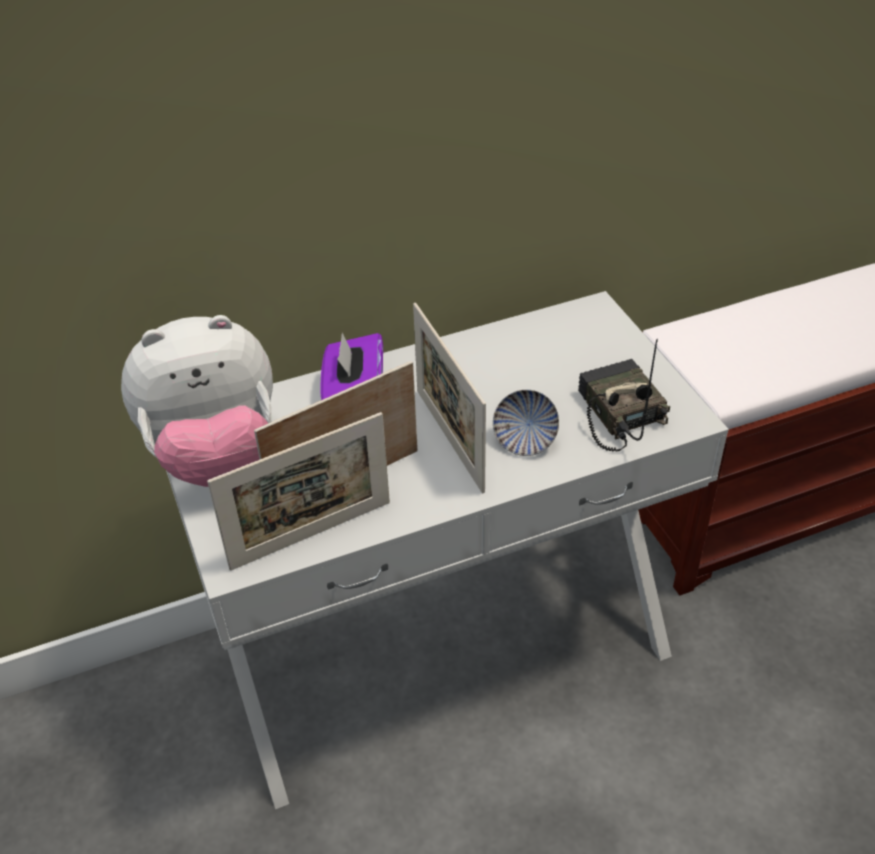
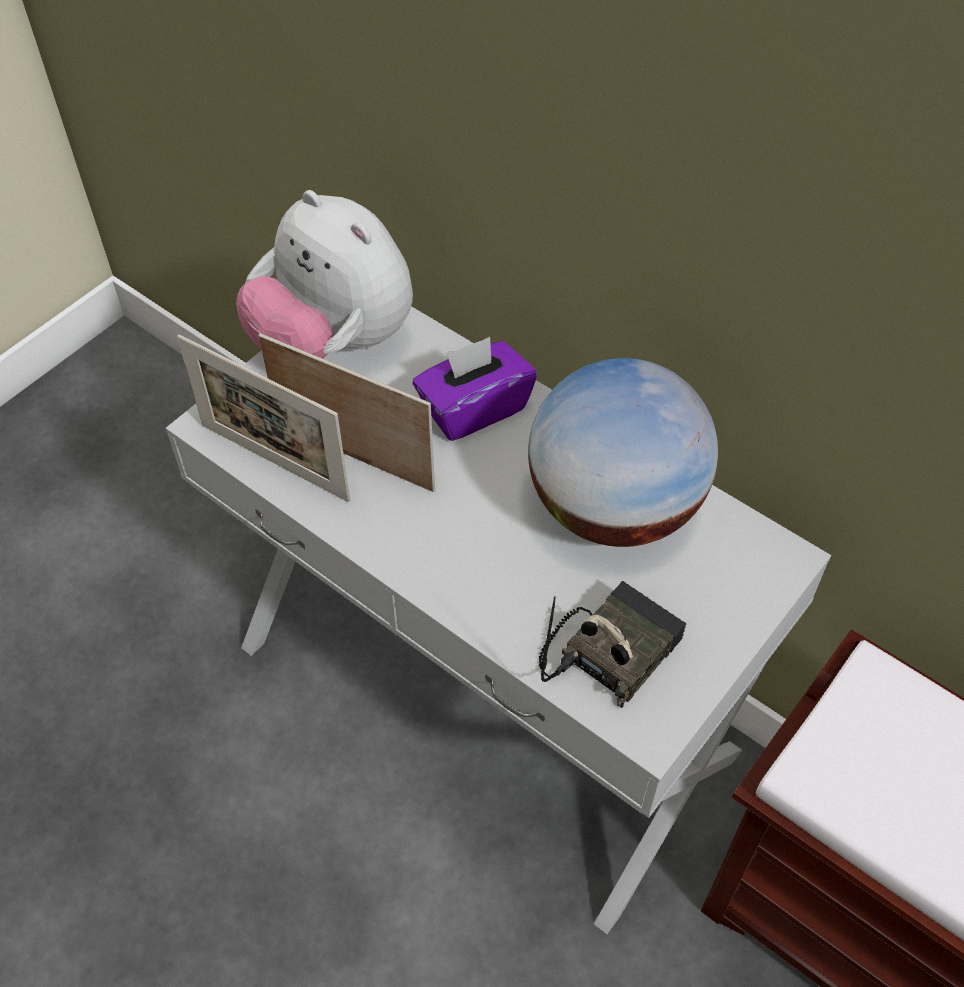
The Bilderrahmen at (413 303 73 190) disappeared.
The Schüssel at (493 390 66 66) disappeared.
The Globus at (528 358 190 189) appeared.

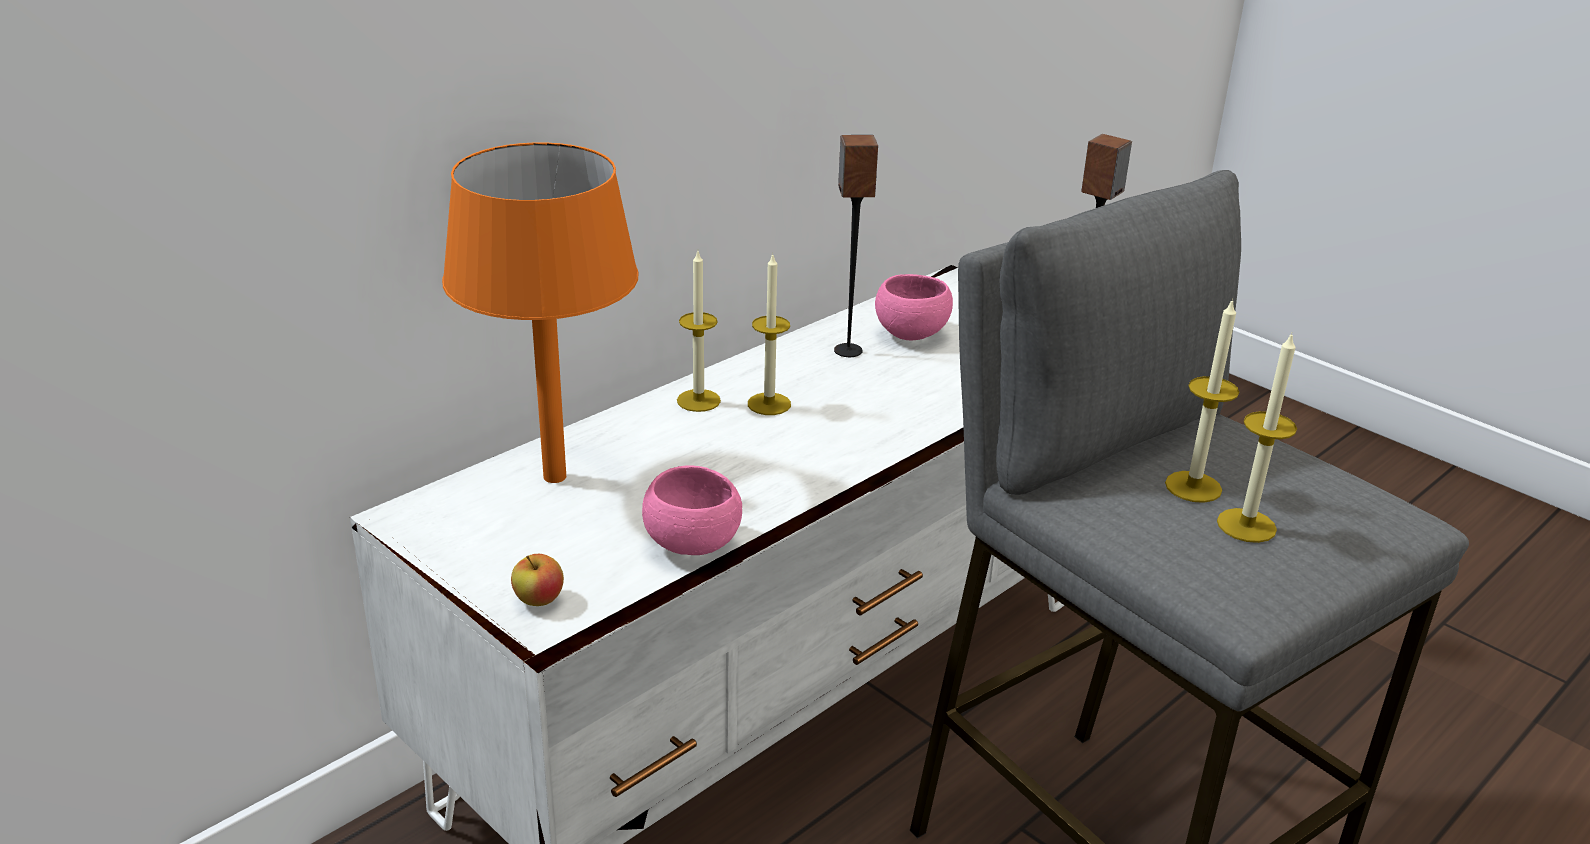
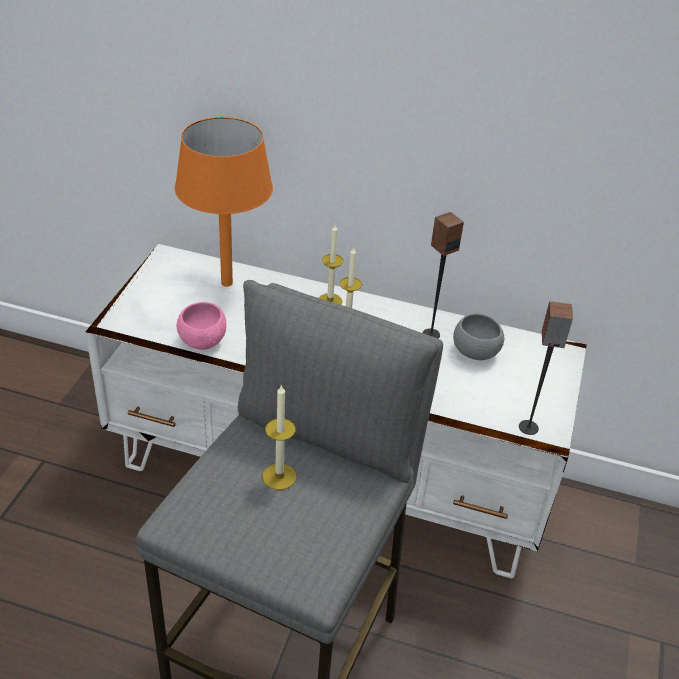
The Apfel at (511 554 53 52) disappeared.
The Kerze at (1217 332 80 211) disappeared.
The Schüssel/rosa at (875 274 78 66) became the Schüssel/grau at (453 313 51 47).

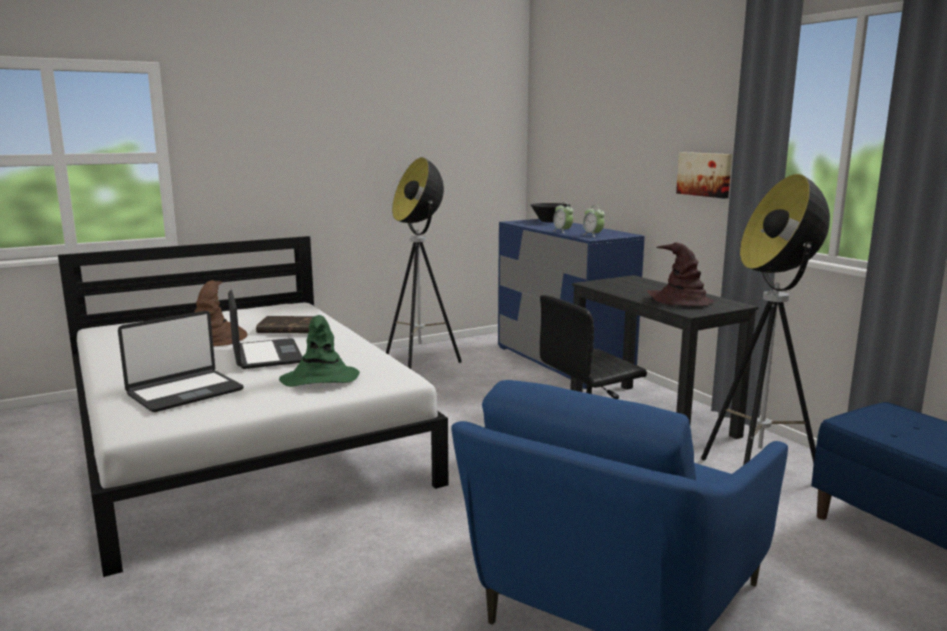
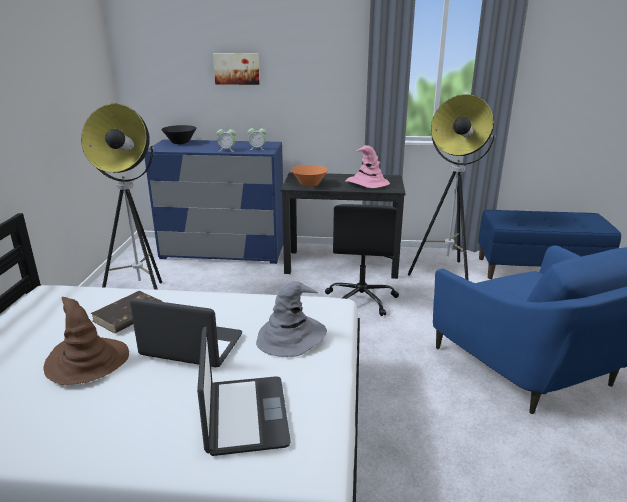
The Schüssel/orange at (291 165 37 22) appeared.
The Bild moved from (676 152 56 47) to (213 53 47 32).
The Hut/grün at (279 315 81 72) became the Hut/grau at (256 281 71 76).
The Hut/braun at (647 242 67 64) became the Hut/rosa at (346 145 44 43).

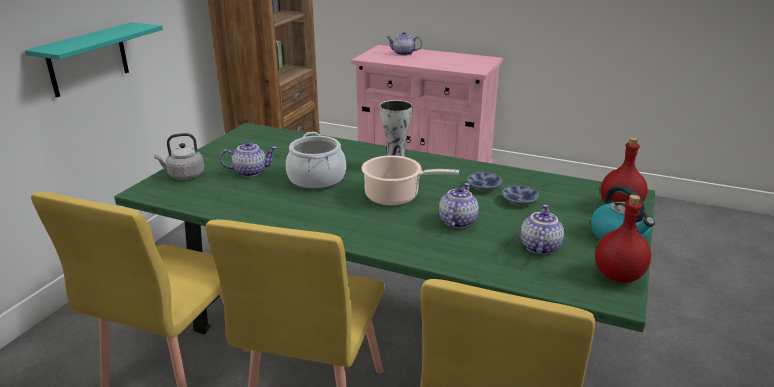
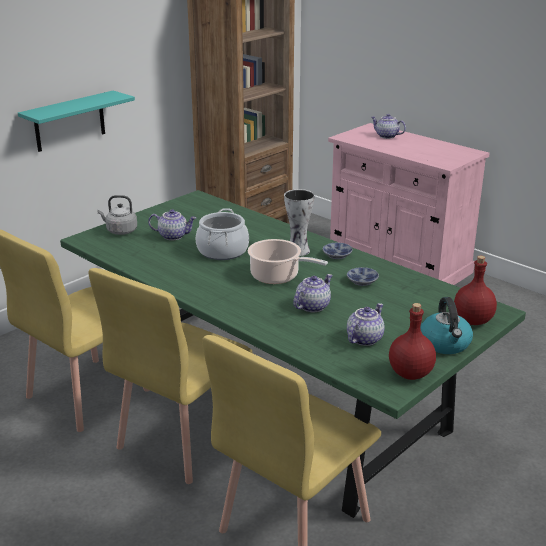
The Schüssel moved from (502 185 37 21) to (323 242 30 17).

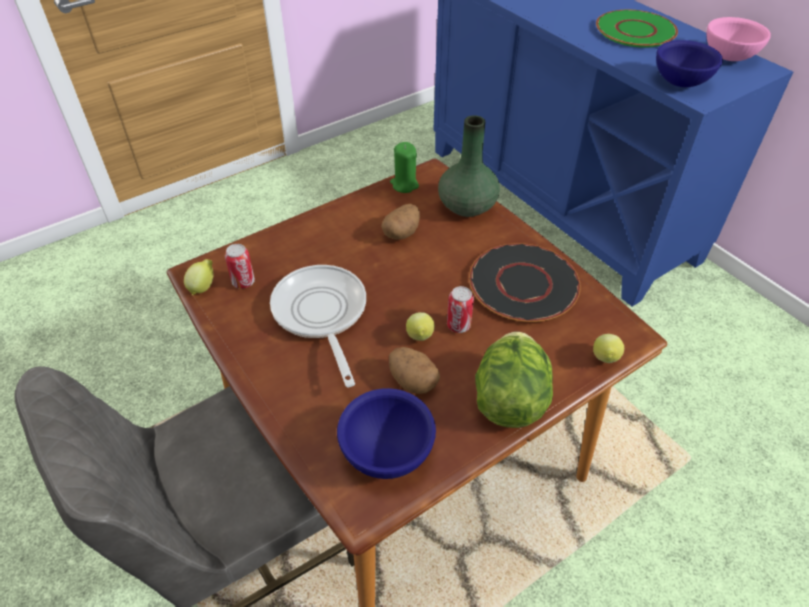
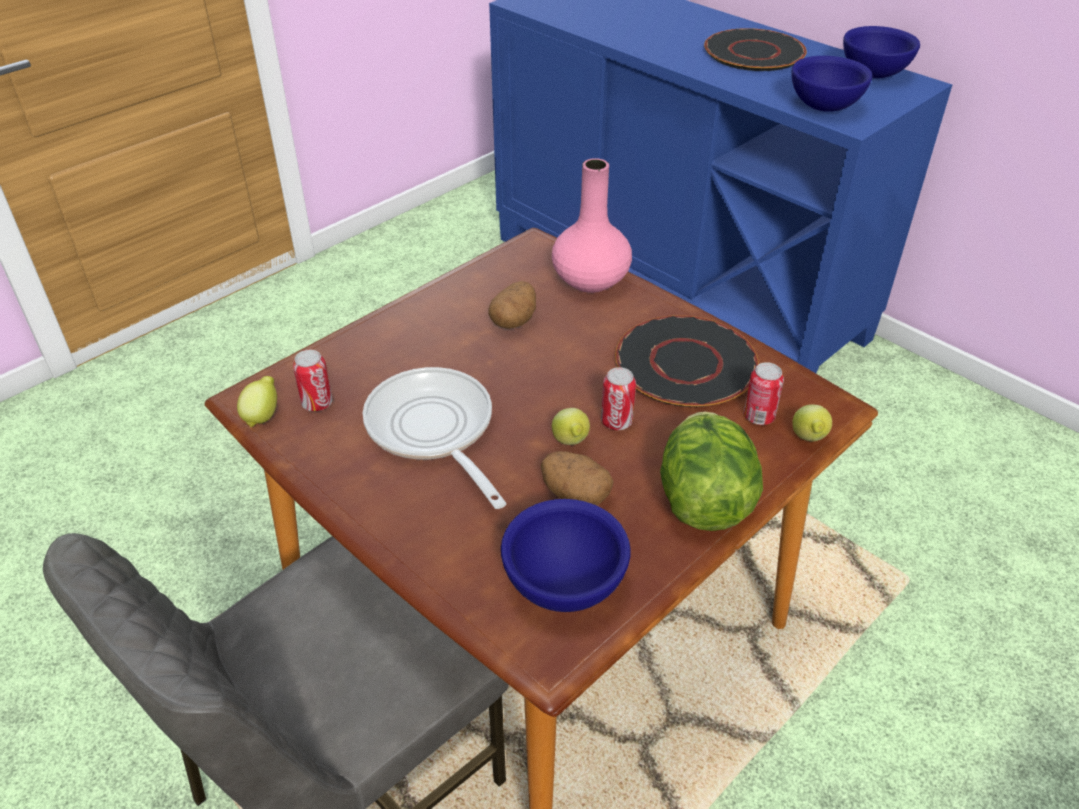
The Kerze/grün at (390 142 29 51) disappeared.
The Dose at (744 362 40 63) appeared.
The Vase/grün at (438 116 62 101) became the Vase/rosa at (552 158 80 135).
The Teller/grün at (596 10 82 38) became the Teller/schwarz at (704 28 103 43).
The Schüssel/rosa at (706 17 65 44) became the Schüssel/blau at (843 26 77 52).

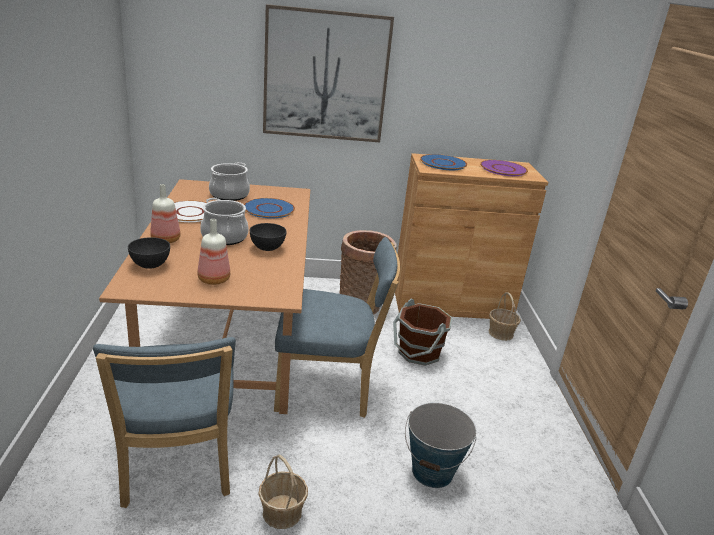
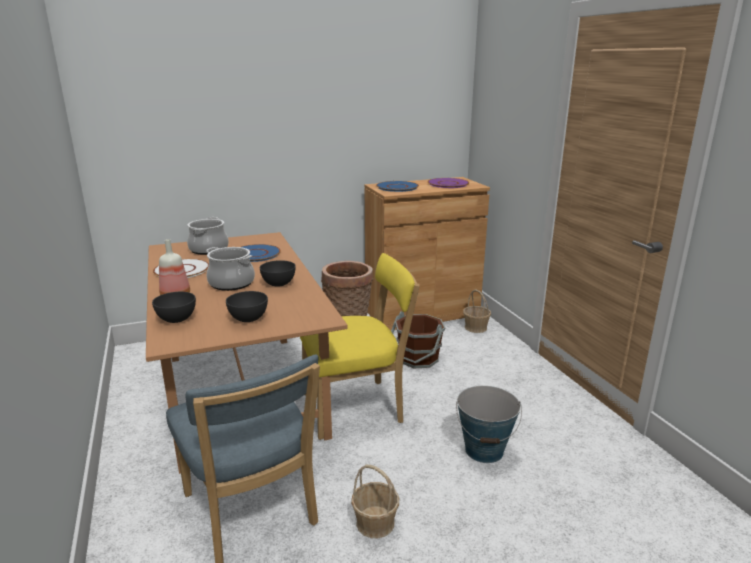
The Bild at (263 4 131 138) disappeared.
The Flasche at (197 219 33 66) was replaced by the Schüssel/grau at (226 291 42 31).
The Stuhl/blau at (274 237 126 181) became the Stuhl/gelb at (300 253 120 187).

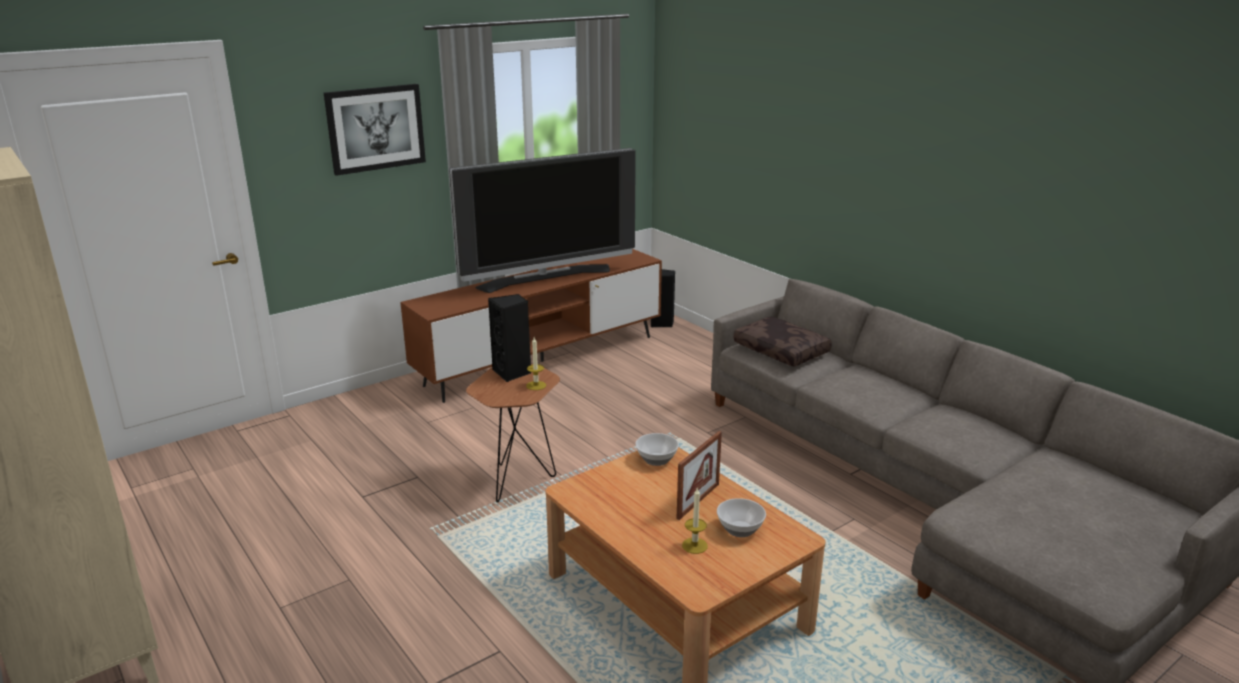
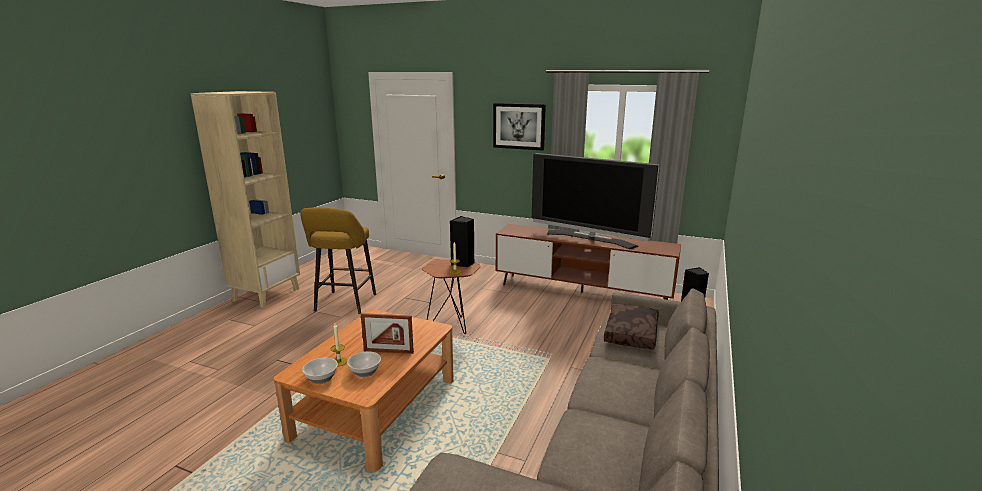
The Hocker/gelb at (300 207 76 107) appeared.
The Schüssel moved from (636 433 43 33) to (302 358 36 26).

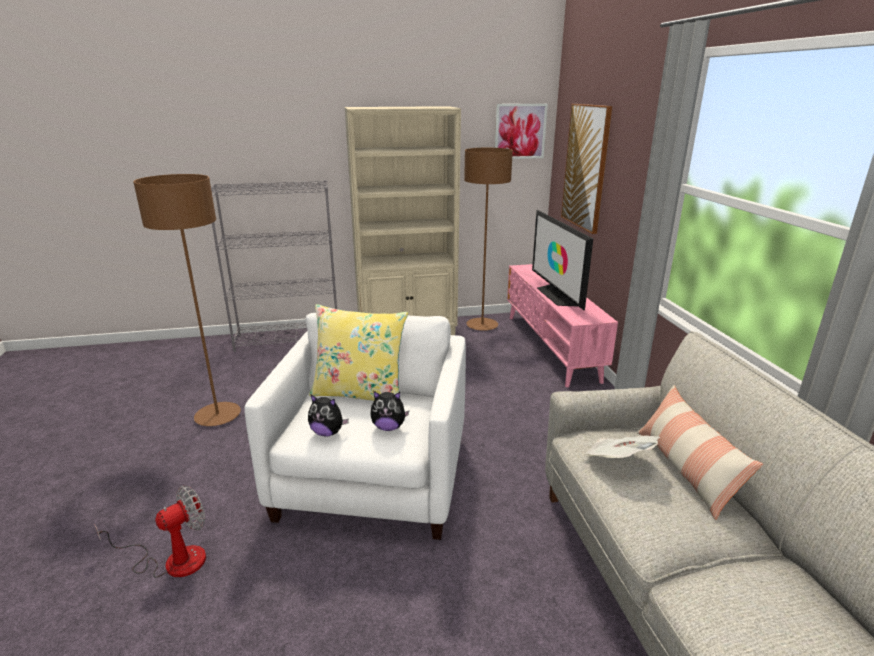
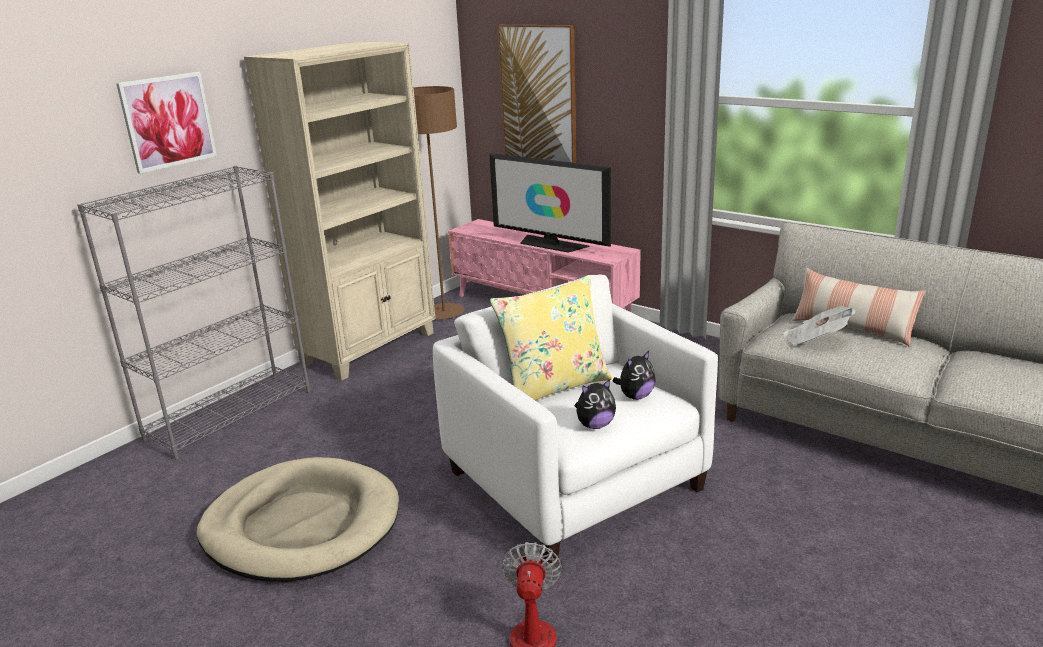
The Bild moved from (495 104 53 55) to (116 72 101 102).
The Stehlampe/braun at (133 174 108 252) was replaced by the Hundebett/beige at (197 457 202 125).

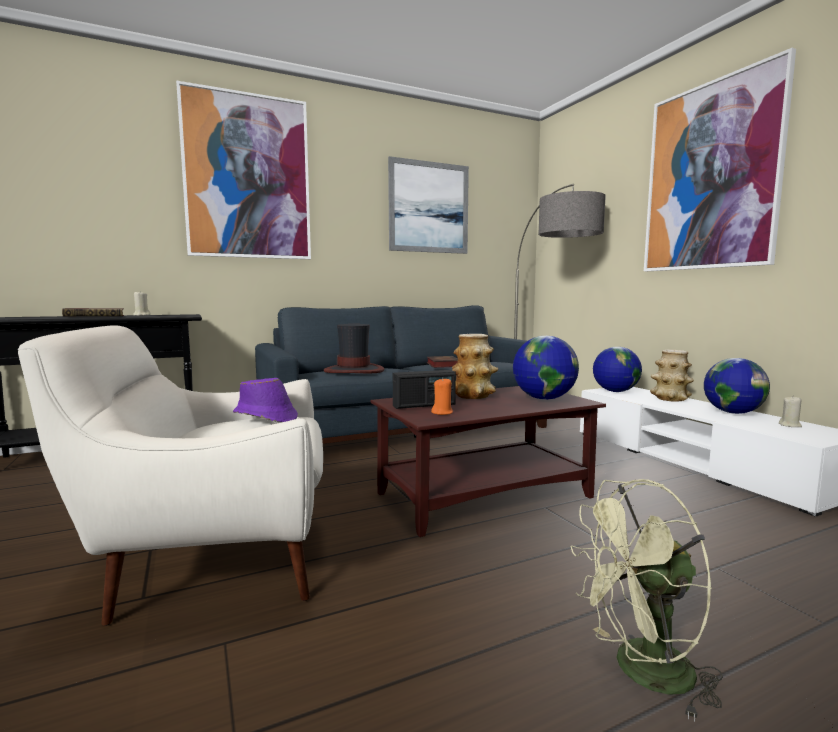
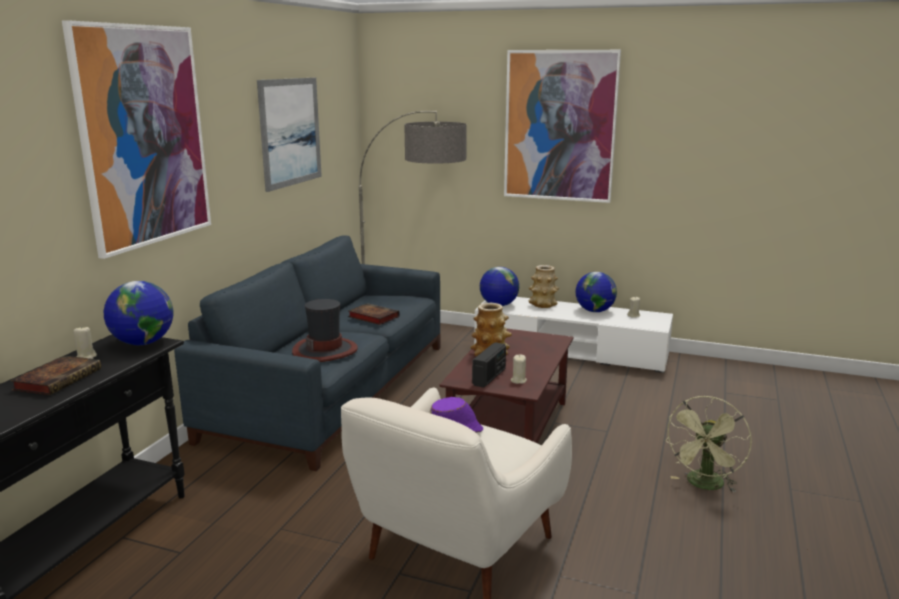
The Globus moved from (513 336 66 64) to (104 281 69 64).
The Kerze/orange at (431 378 22 37) became the Kerze/beige at (511 354 16 30).

